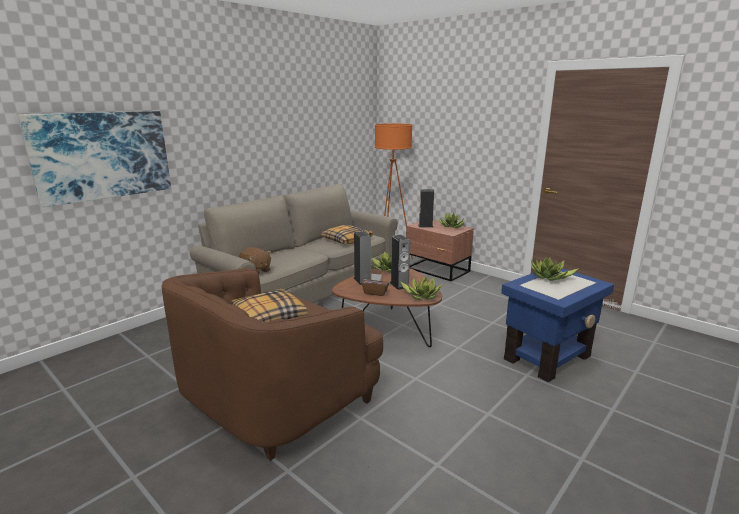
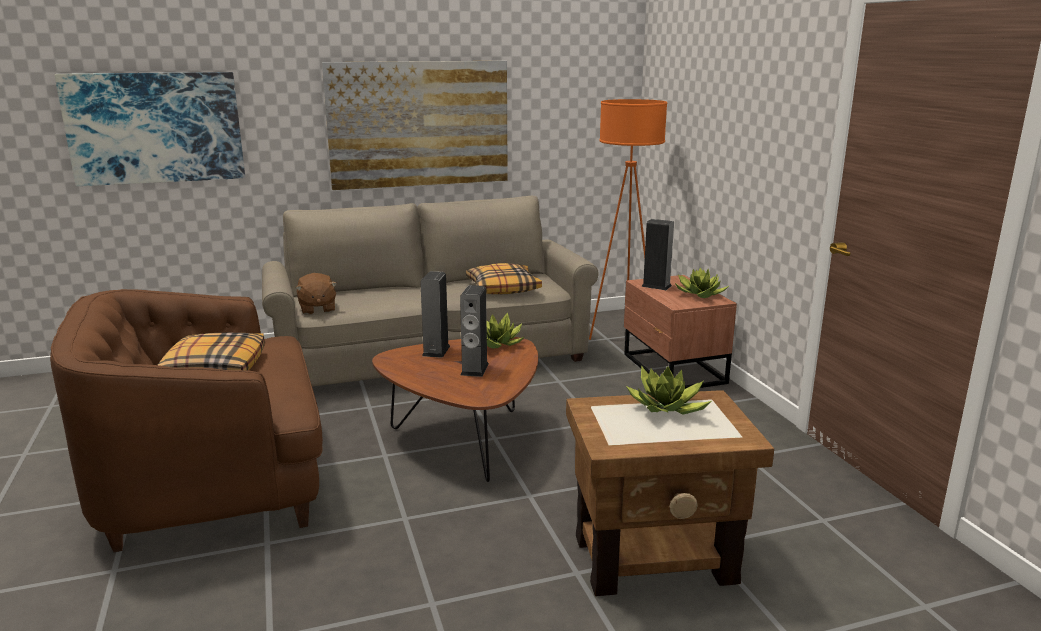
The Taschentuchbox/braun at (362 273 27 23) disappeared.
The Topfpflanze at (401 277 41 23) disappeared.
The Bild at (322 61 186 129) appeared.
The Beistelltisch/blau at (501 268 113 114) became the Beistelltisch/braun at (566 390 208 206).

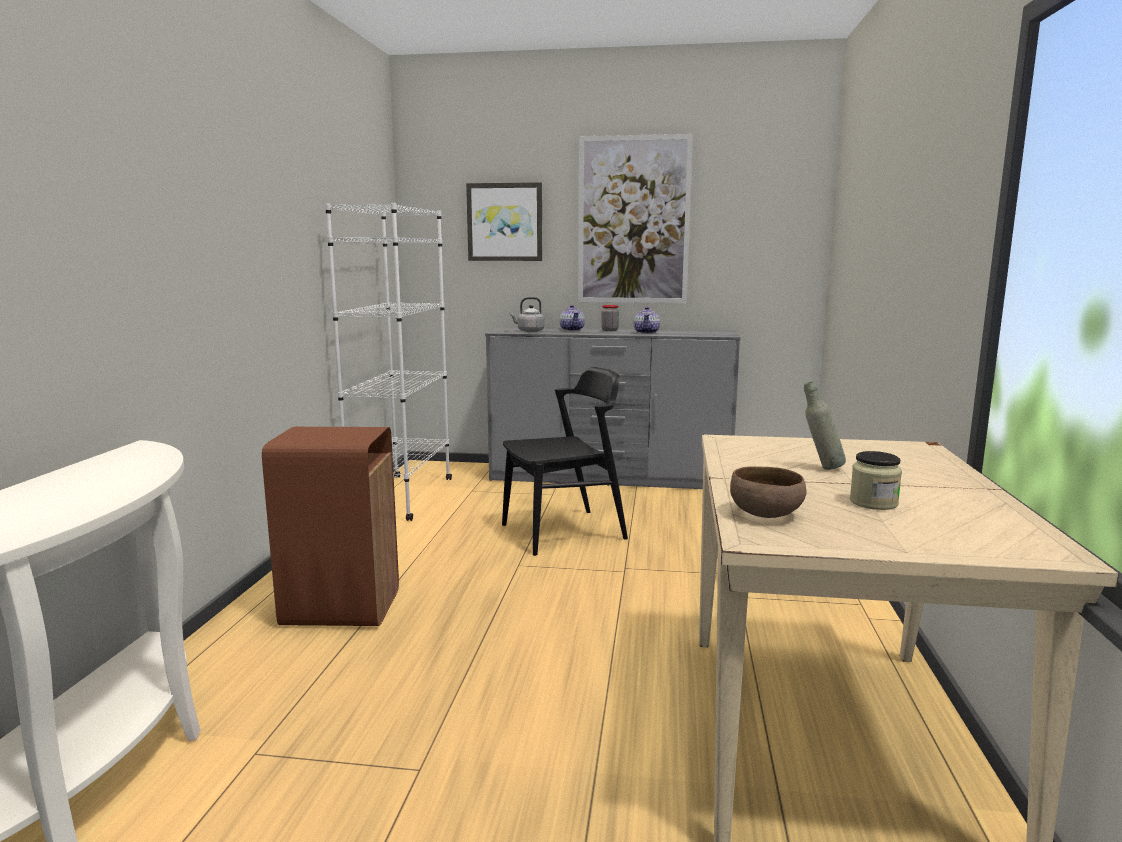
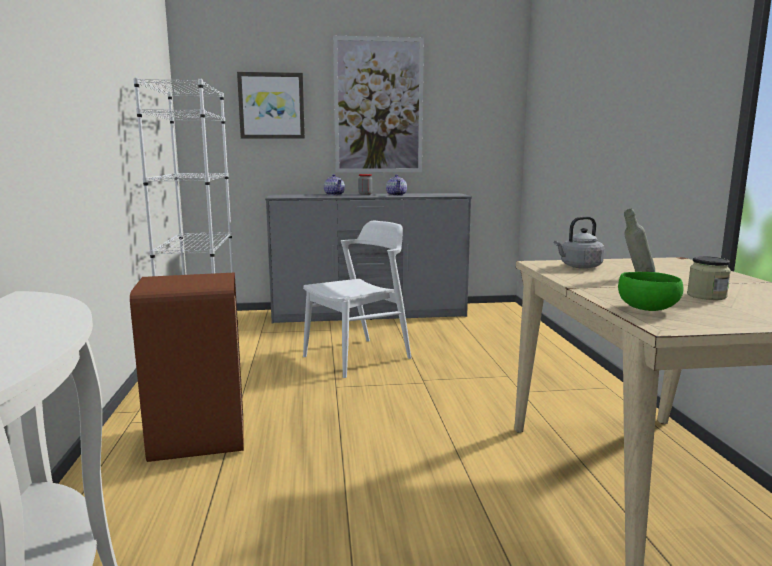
The Wasserkessel/grau moved from (510 297 35 35) to (554 216 50 53).
The Stuhl/schwarz at (502 367 126 189) became the Stuhl/weiß at (303 221 108 157).
The Schüssel/braun at (730 466 77 52) became the Schüssel/grün at (618 272 65 39).

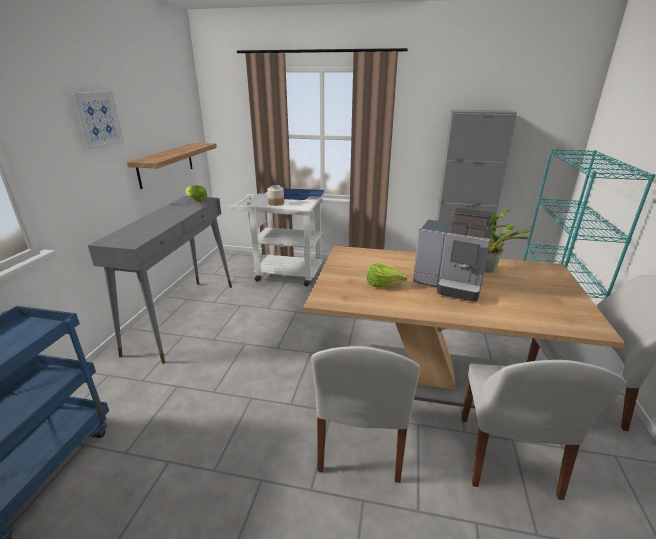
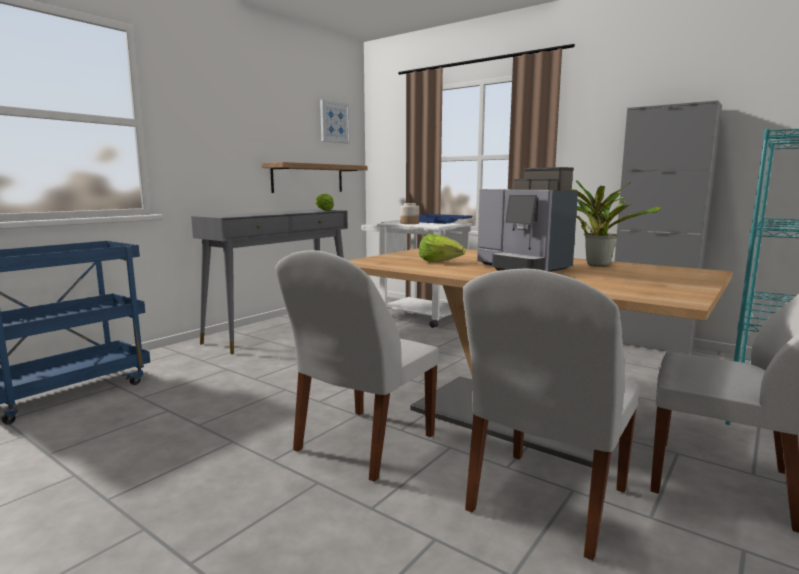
The Bild moved from (70 91 54 59) to (320 99 30 45).

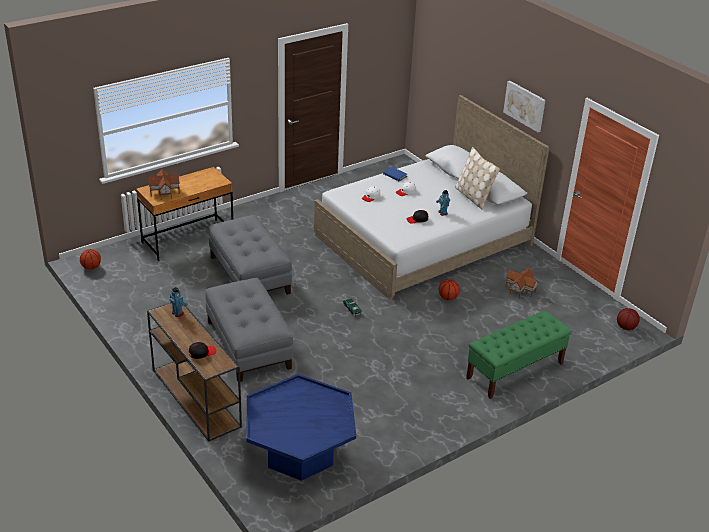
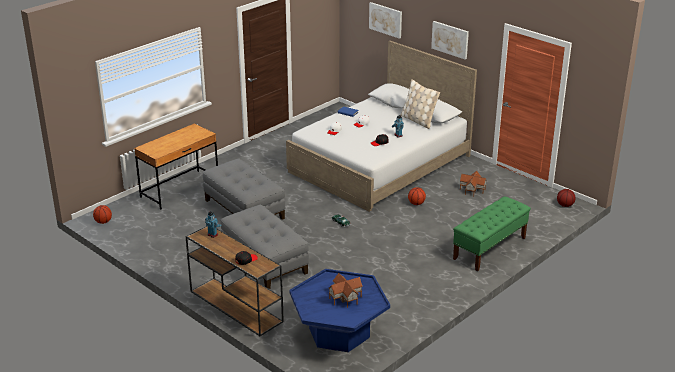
The Bild at (369 2 33 37) appeared.
The Spielzeughaus moved from (148 169 32 31) to (328 273 35 35).

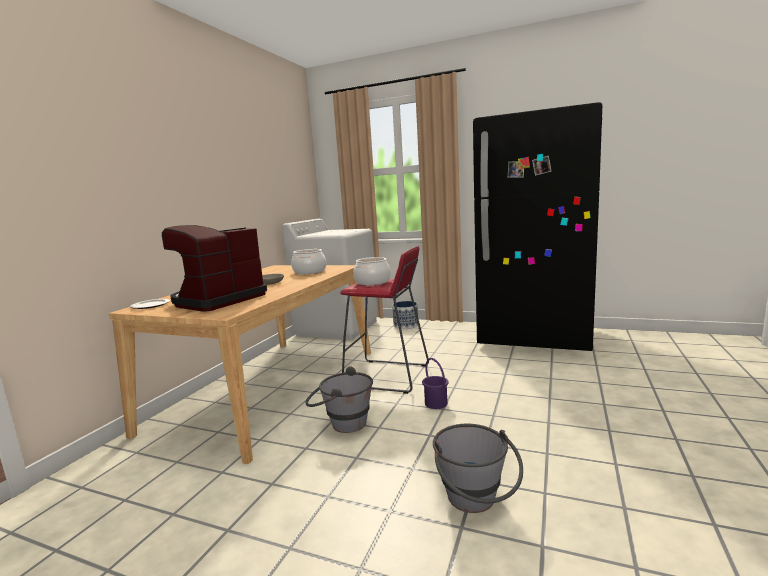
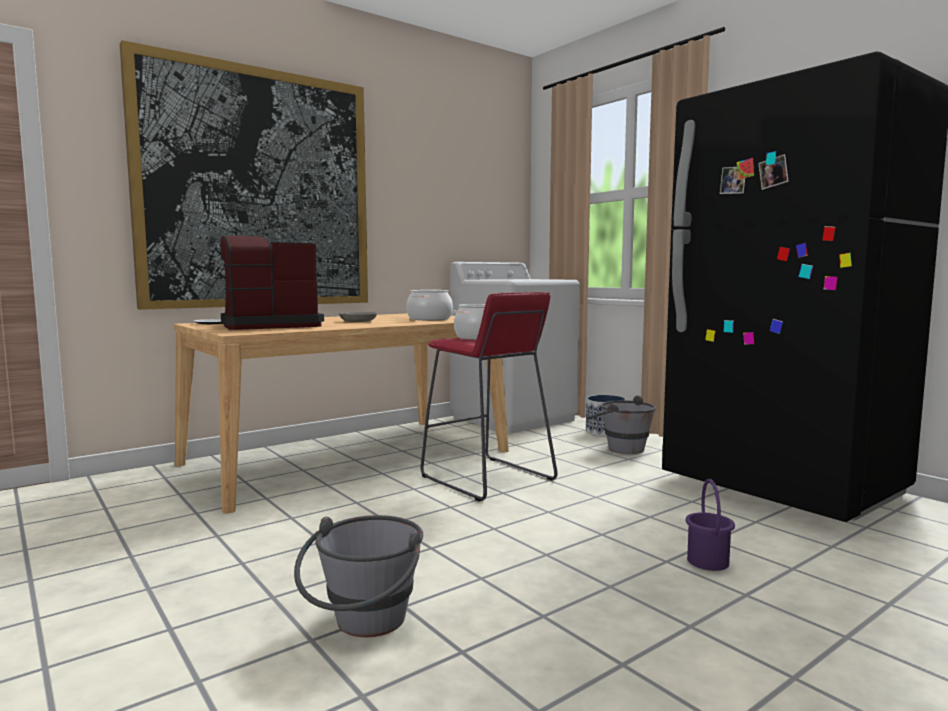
The Bild at (120 40 248 270) appeared.
The Eimer/grau moved from (306 366 67 67) to (586 395 70 59).
The Eimer/lila moved from (422 358 27 51) to (686 479 49 92).

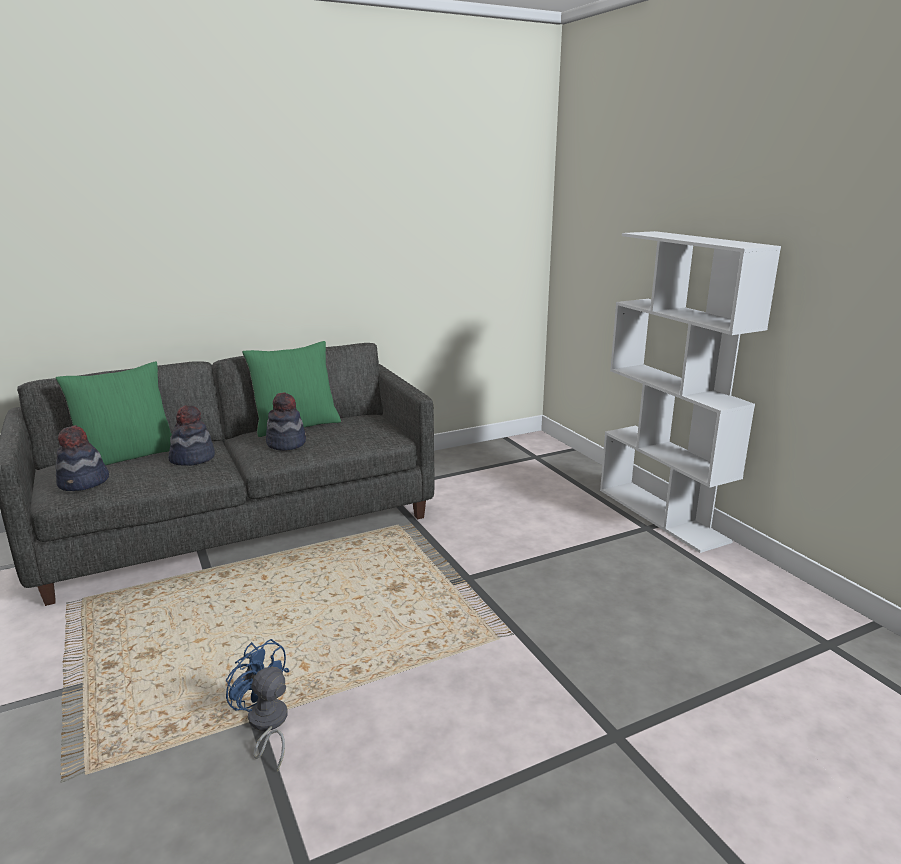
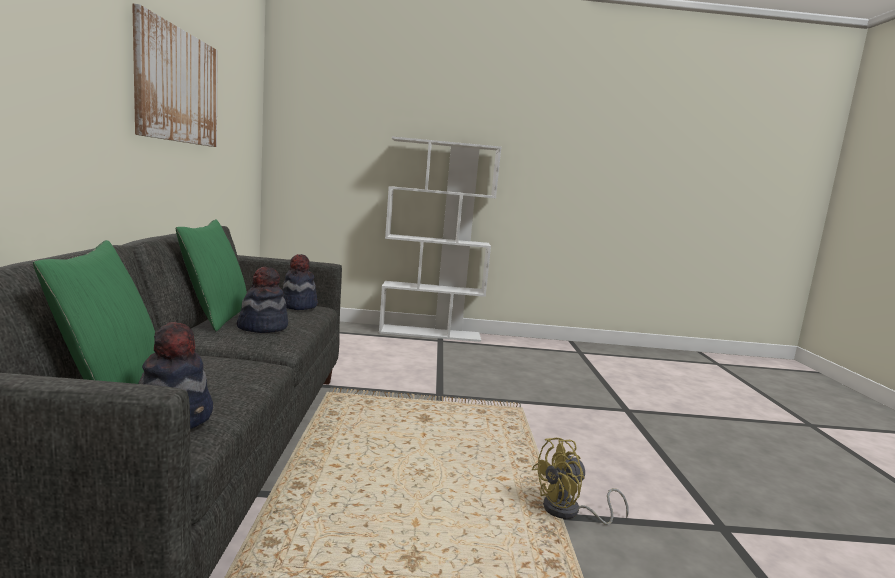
The Bild at (132 3 86 144) appeared.
The Hut moved from (168 405 47 61) to (283 254 35 56).
The Ventilator/blau at (226 639 63 132) became the Ventilator/gelb at (532 438 96 87).

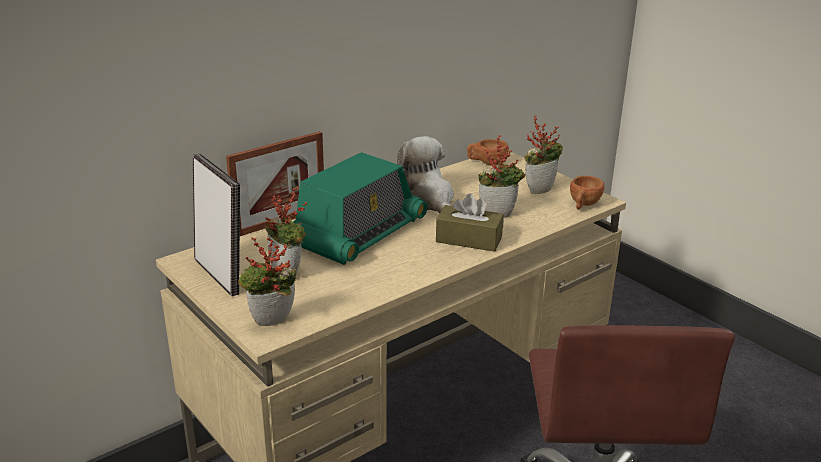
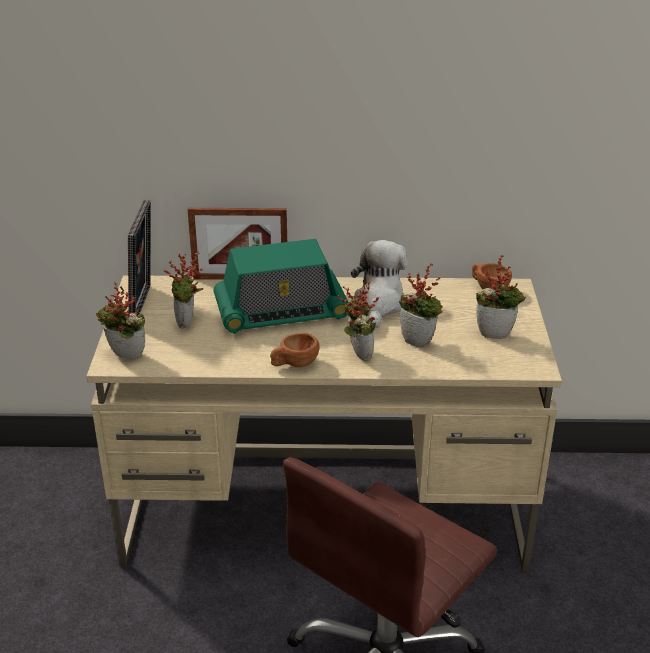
The Tasse/braun moved from (570 176 35 33) to (270 333 50 34).
The Taschentuchbox/braun at (436 193 68 59) was replaced by the Topfpflanze at (337 281 42 80).

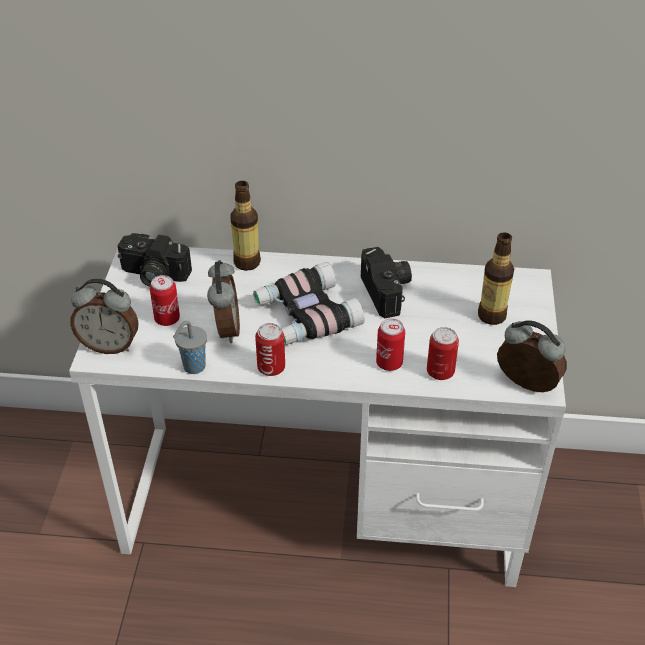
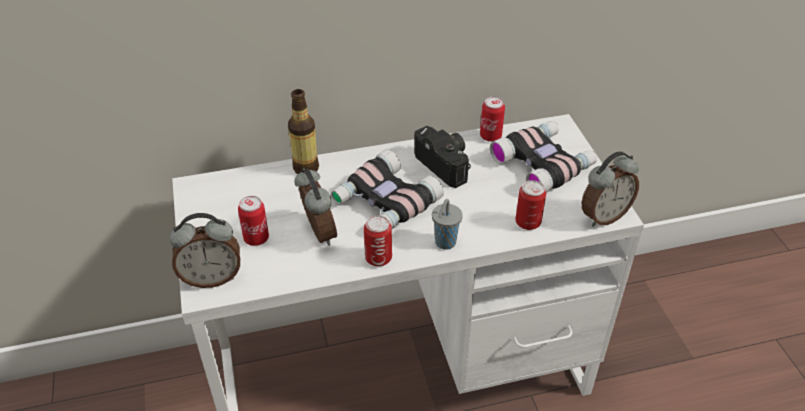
The Kamera at (117 233 75 54) disappeared.
The Tasse/grau moved from (173 321 34 53) to (432 199 31 51).
The Dose moved from (376 319 29 52) to (480 96 25 46).
The Flasche at (478 232 36 93) was replaced by the Fernglas at (490 121 107 72).
The Wecker at (497 320 70 72) turned 135 degrees clockwise.

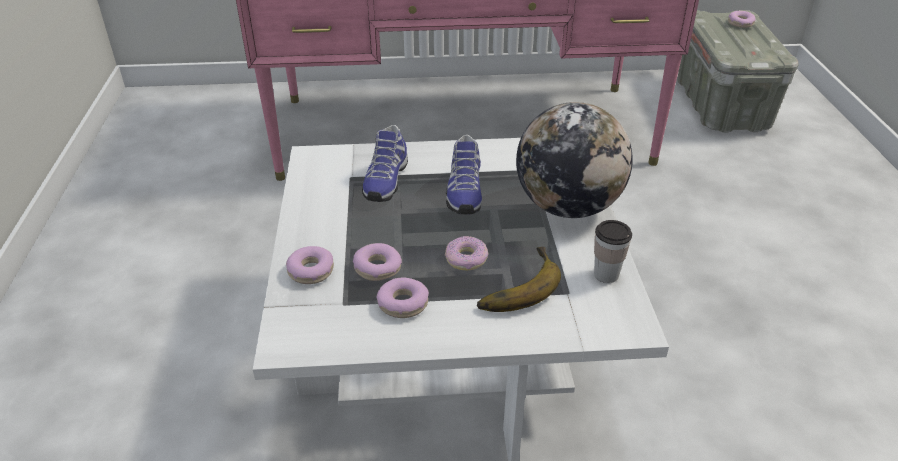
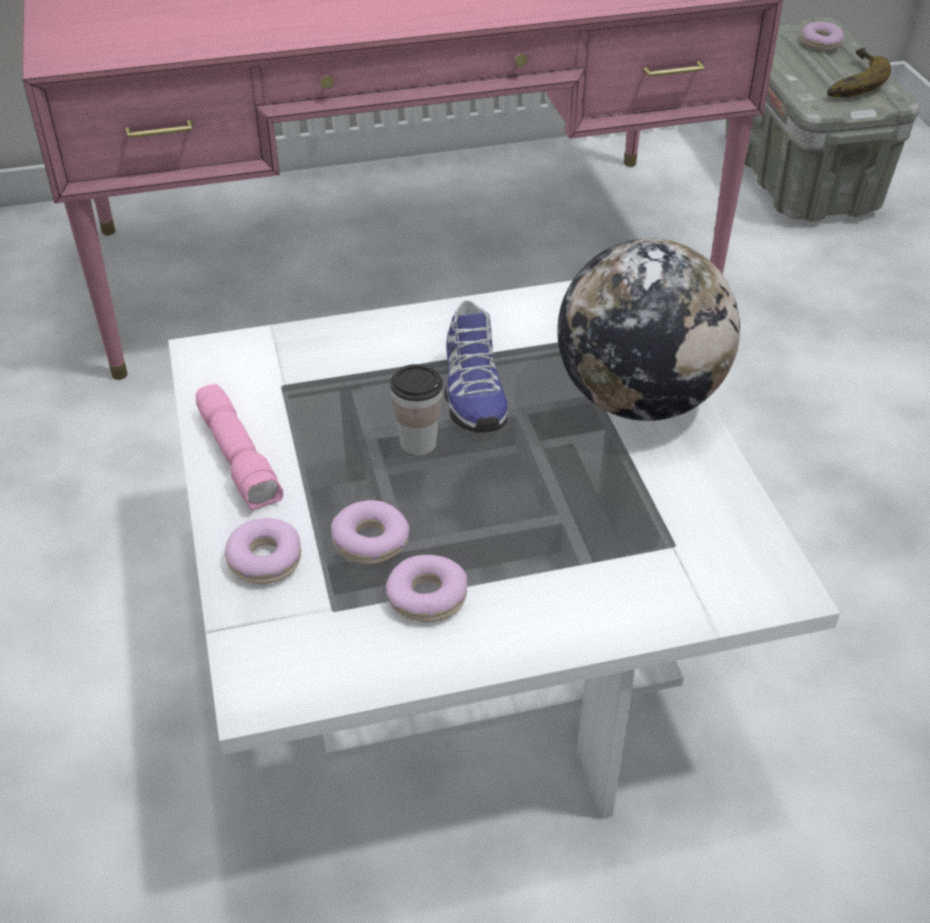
The Schuh at (362 125 46 77) disappeared.
The Donut at (445 236 44 34) disappeared.
The Taschenlampe/rosa at (196 384 87 126) appeared.
The Banane moved from (477 247 84 65) to (827 48 64 49).
The Tasse moved from (594 220 38 63) to (390 364 53 91).

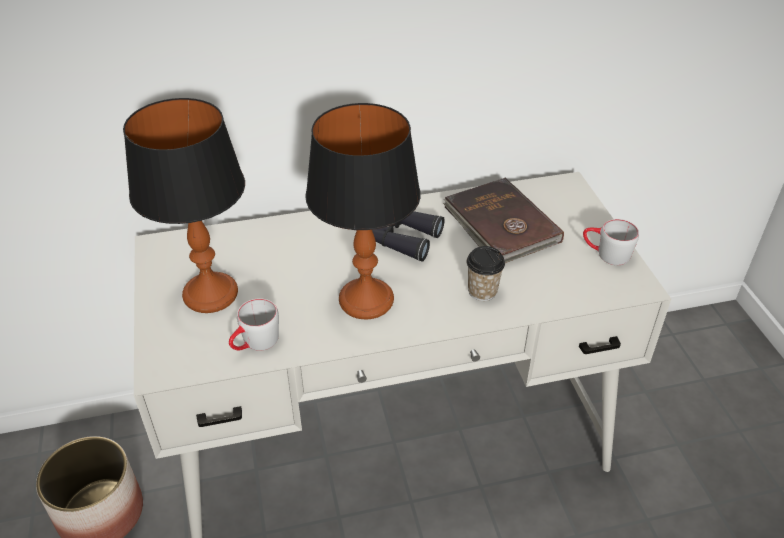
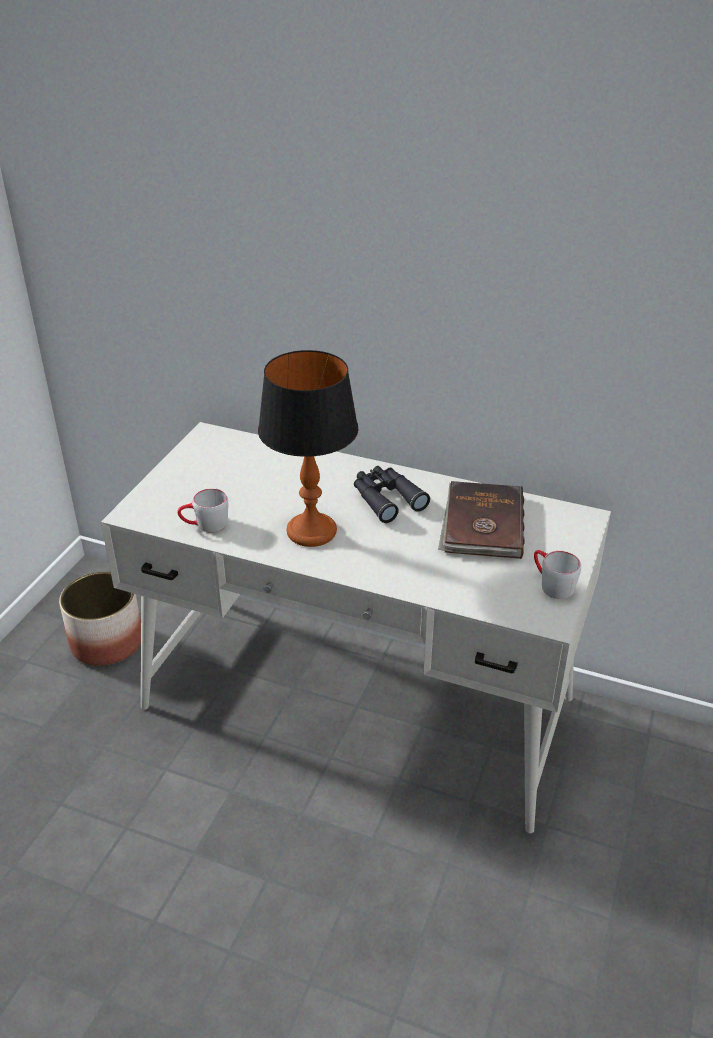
The Tischlampe at (123 98 122 215) disappeared.
The Tasse at (467 246 38 55) disappeared.

